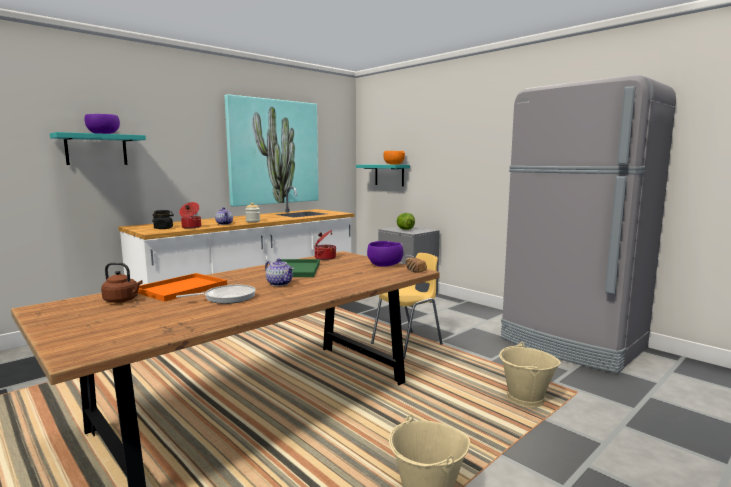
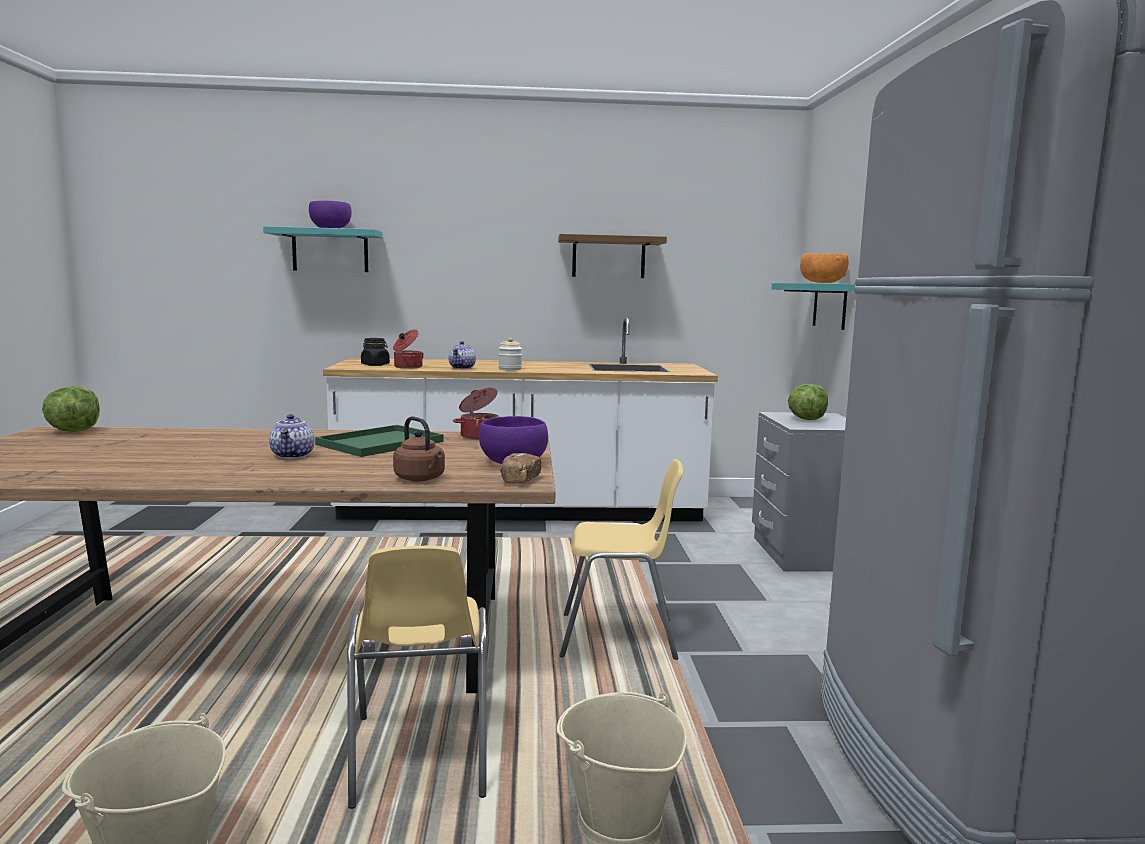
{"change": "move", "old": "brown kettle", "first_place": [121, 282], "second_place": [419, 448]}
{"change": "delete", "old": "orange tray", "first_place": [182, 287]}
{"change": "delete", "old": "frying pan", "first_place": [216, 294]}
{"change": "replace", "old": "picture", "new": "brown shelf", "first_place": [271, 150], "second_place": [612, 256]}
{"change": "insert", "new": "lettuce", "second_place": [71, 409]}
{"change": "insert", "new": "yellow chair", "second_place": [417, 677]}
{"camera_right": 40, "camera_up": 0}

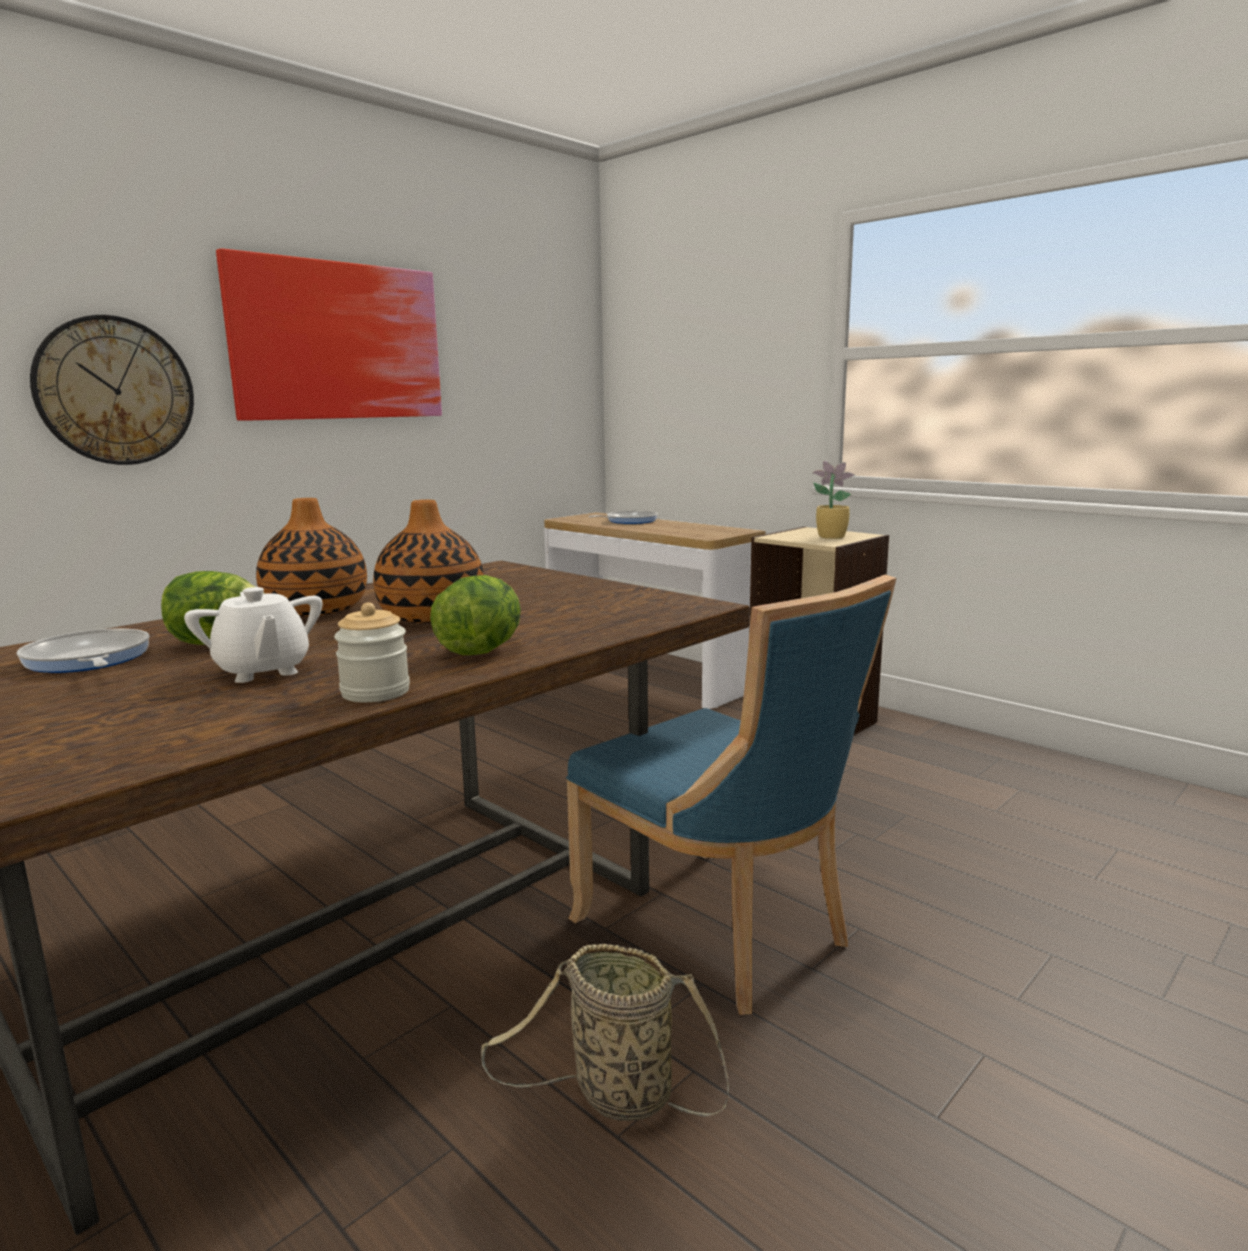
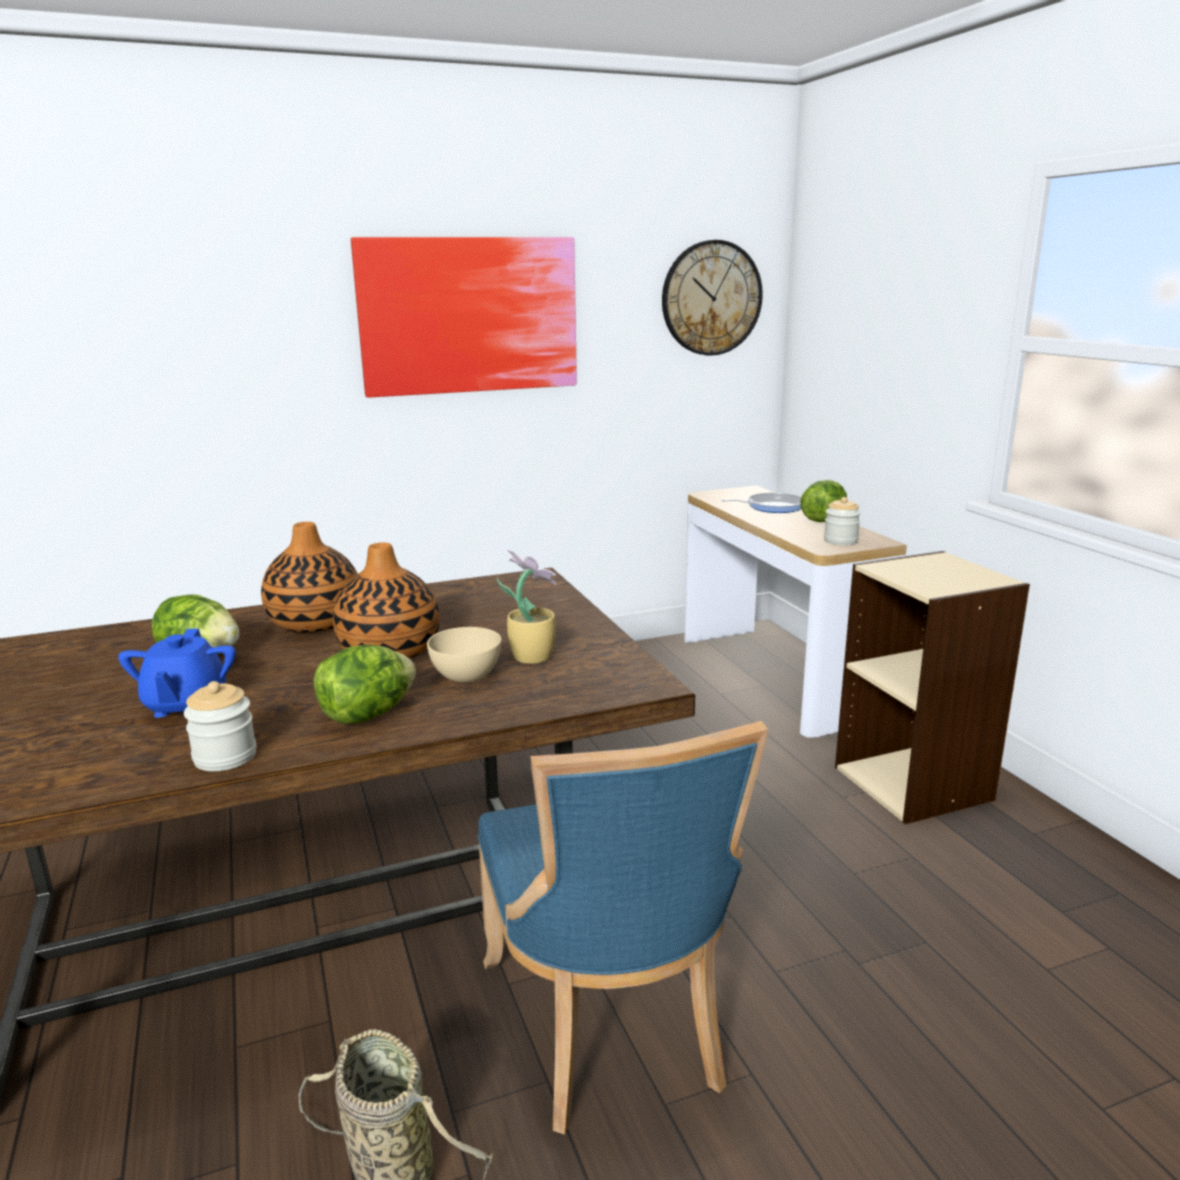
{"change": "delete", "old": "frying pan", "first_place": [83, 651]}
{"change": "move", "old": "wall clock", "first_place": [112, 390], "second_place": [712, 298]}
{"change": "recolor", "old": "white teapot", "new": "blue teapot", "first_place": [253, 635], "second_place": [177, 673]}
{"change": "move", "old": "potted plant", "first_place": [833, 500], "second_place": [527, 606]}
{"change": "insert", "new": "beige bowl", "second_place": [464, 655]}
{"change": "insert", "new": "lettuce", "second_place": [823, 501]}
{"change": "insert", "new": "jar", "second_place": [842, 521]}
{"camera_right": 25, "camera_up": 5}

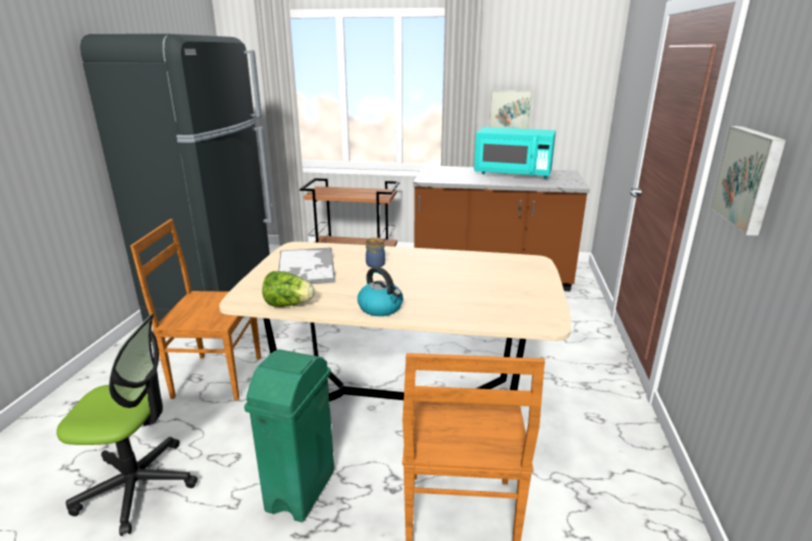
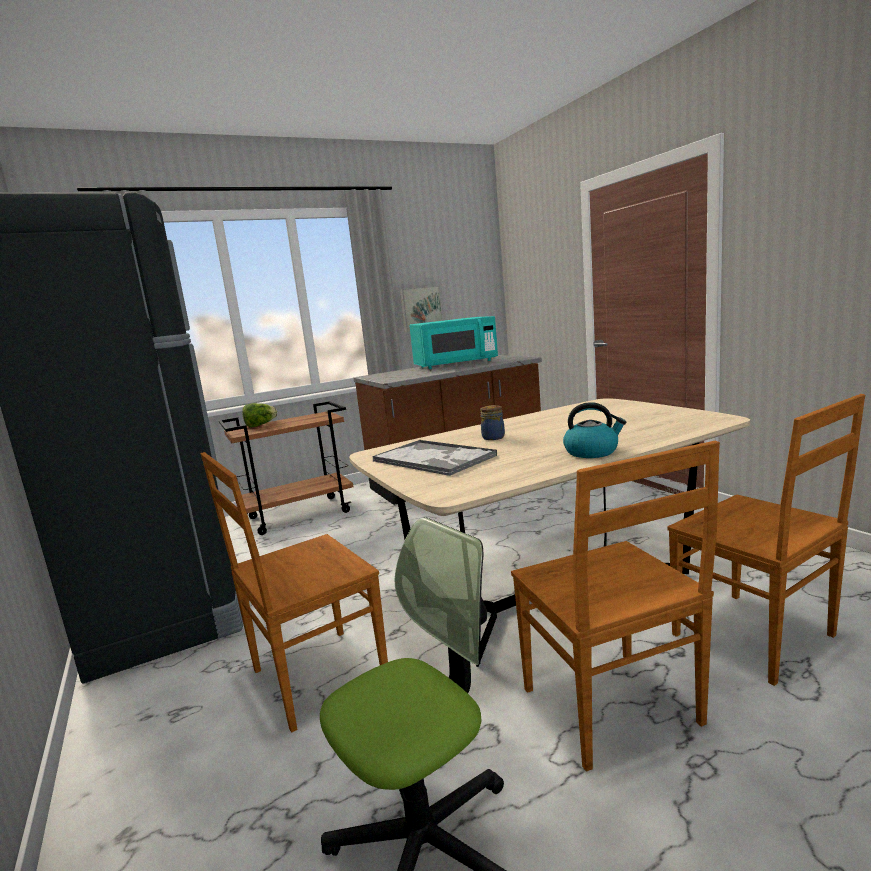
{"change": "replace", "old": "green trash can", "new": "brown chair", "first_place": [289, 435], "second_place": [615, 606]}
{"change": "move", "old": "lettuce", "first_place": [288, 289], "second_place": [259, 415]}
{"change": "delete", "old": "picture", "first_place": [748, 181]}
{"camera_right": -35, "camera_up": -10}

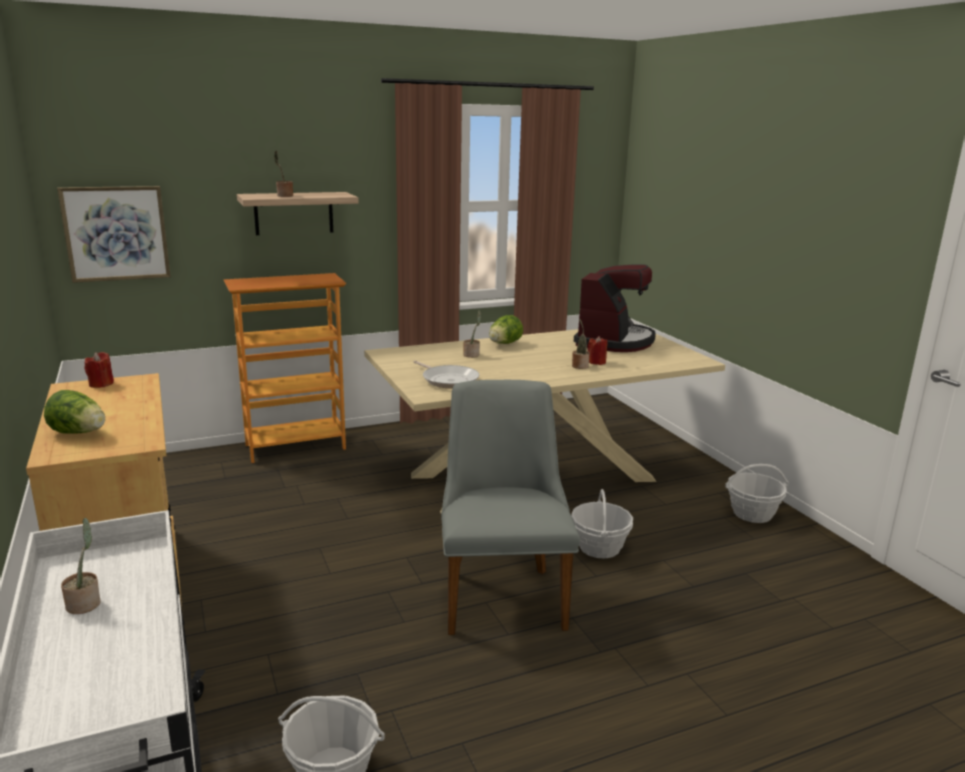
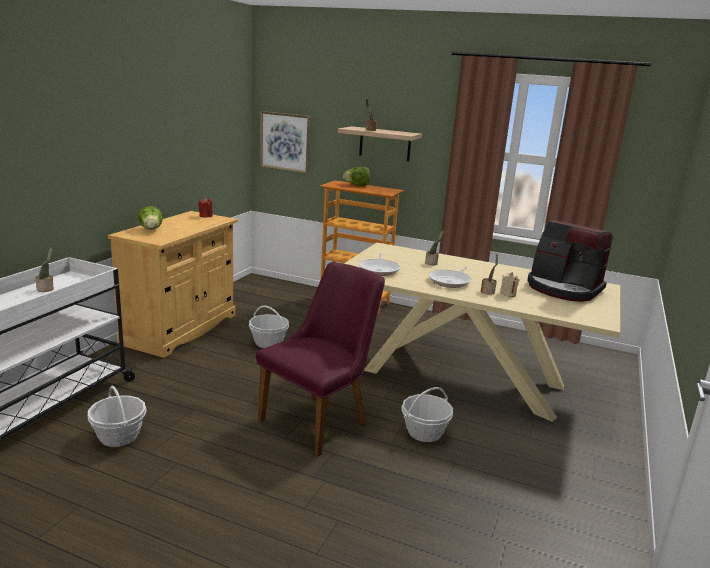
{"change": "recolor", "old": "grey chair", "new": "purple chair", "first_place": [510, 507], "second_place": [320, 359]}
{"change": "move", "old": "lettuce", "first_place": [506, 329], "second_place": [356, 176]}
{"change": "rotate", "old": "coffee machine", "first_place": [615, 308], "second_place": [570, 261], "degrees": 60}
{"change": "recolor", "old": "red candle", "new": "beige candle", "first_place": [598, 350], "second_place": [509, 284]}
{"change": "move", "old": "basket", "first_place": [757, 493], "second_place": [269, 327]}
{"change": "insert", "new": "frying pan", "second_place": [450, 277]}
{"camera_right": 45, "camera_up": 0}

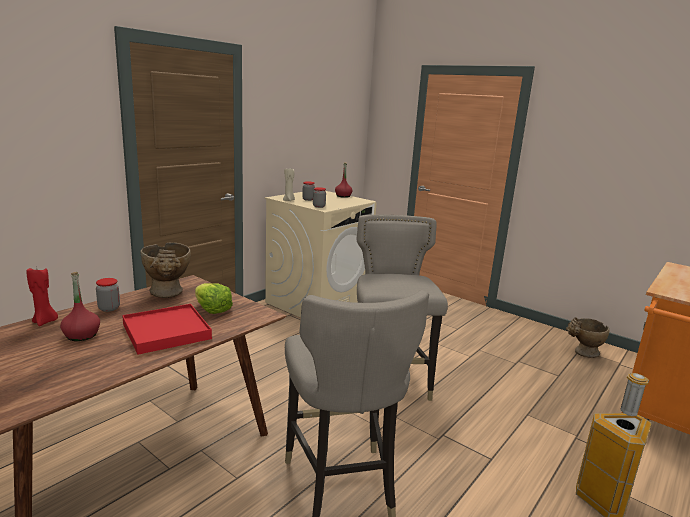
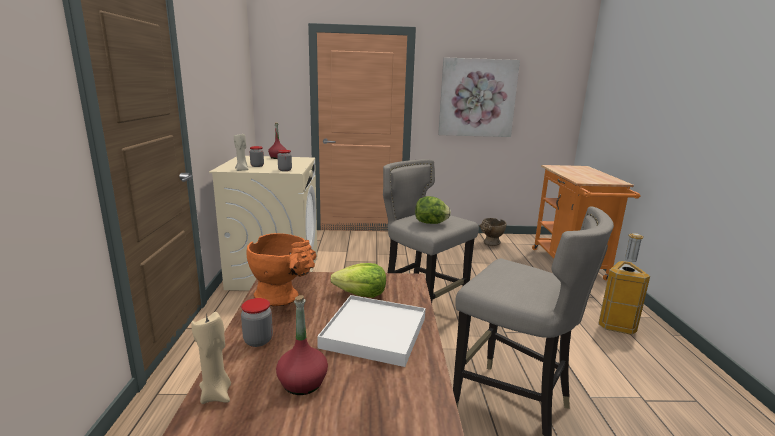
{"change": "recolor", "old": "red candle", "new": "beige candle", "first_place": [42, 296], "second_place": [211, 358]}
{"change": "recolor", "old": "red tray", "new": "white tray", "first_place": [167, 329], "second_place": [371, 331]}
{"change": "recolor", "old": "beige vase", "new": "orange vase", "first_place": [165, 270], "second_place": [281, 269]}
{"change": "insert", "new": "lettuce", "second_place": [433, 210]}
{"change": "insert", "new": "picture", "second_place": [479, 97]}
{"camera_right": -40, "camera_up": 0}

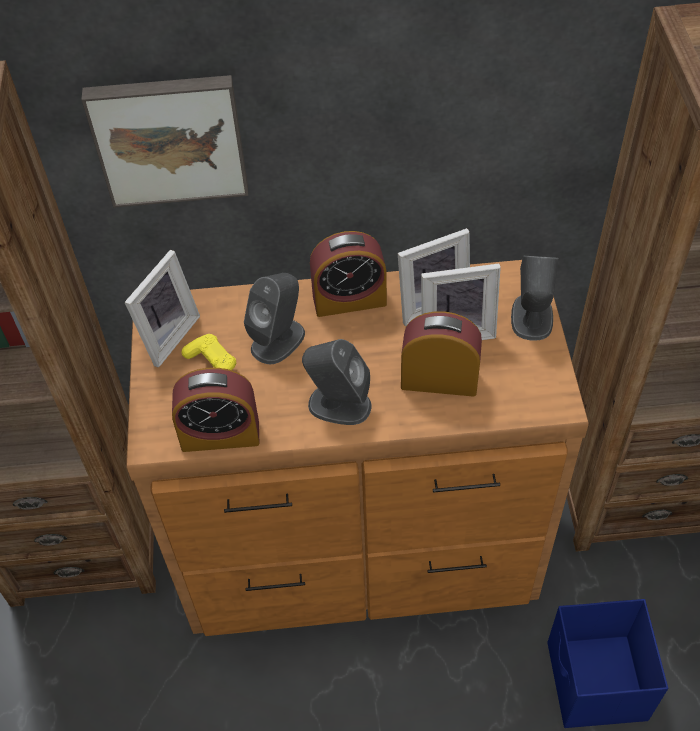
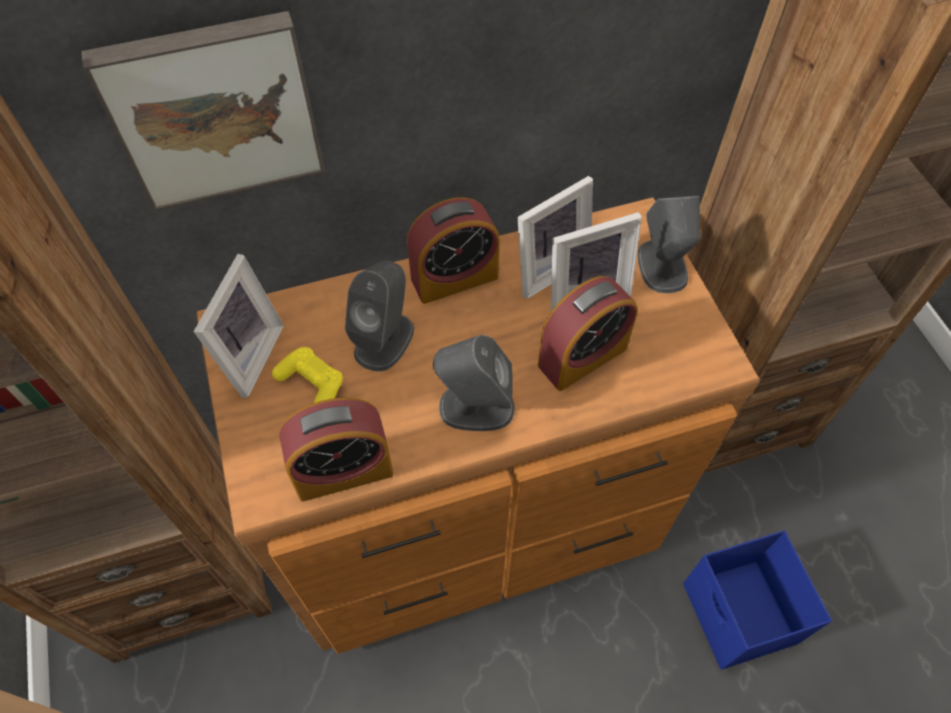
{"change": "rotate", "old": "alarm clock", "first_place": [441, 354], "second_place": [588, 333], "degrees": 150}
{"camera_right": -15, "camera_up": 5}

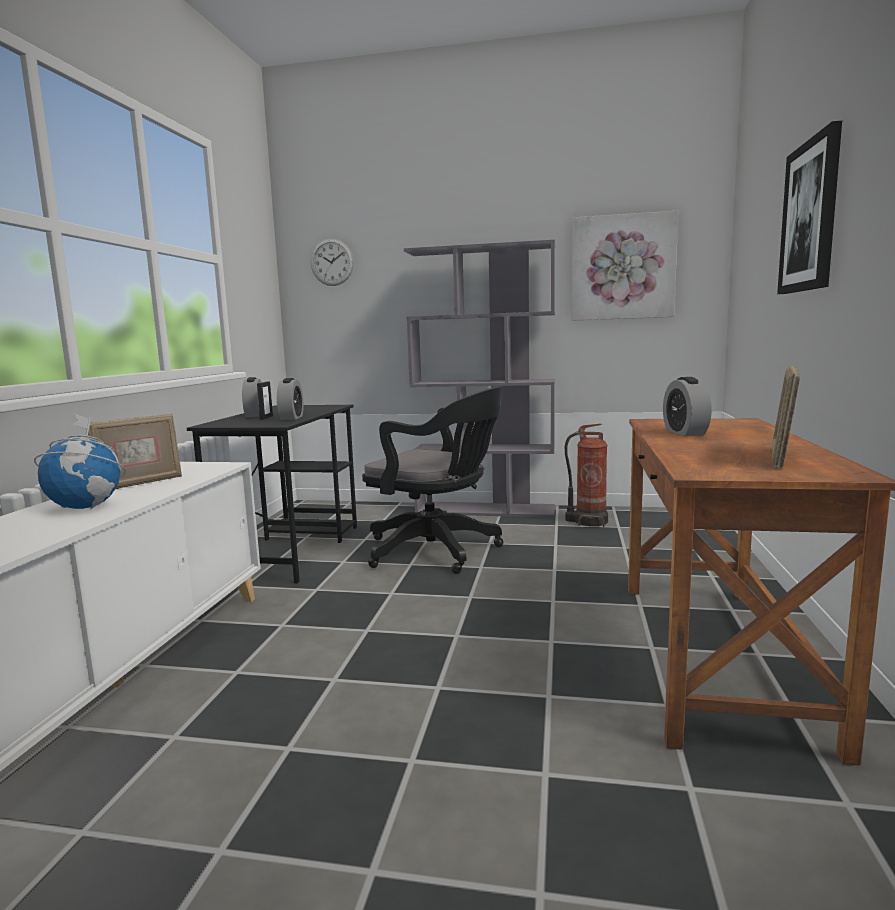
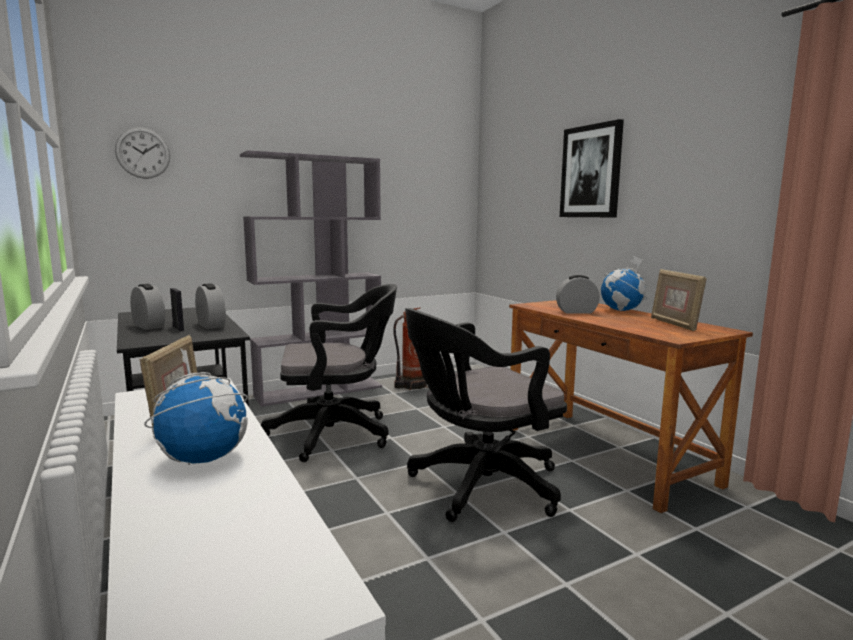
{"change": "delete", "old": "picture", "first_place": [625, 266]}
{"change": "rotate", "old": "alarm clock", "first_place": [687, 406], "second_place": [578, 294], "degrees": 135}
{"change": "insert", "new": "black office chair", "second_place": [486, 415]}
{"change": "insert", "new": "globe", "second_place": [624, 283]}
{"camera_right": -40, "camera_up": 0}

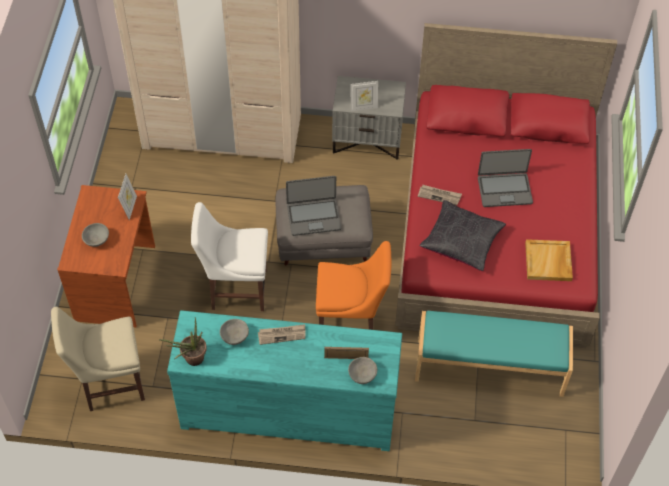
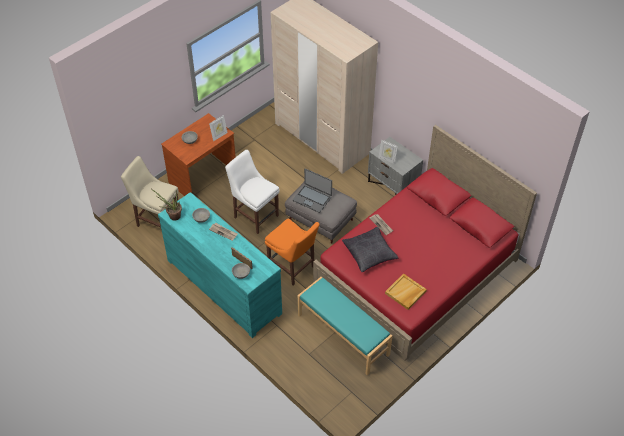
{"change": "delete", "old": "laptop", "first_place": [505, 178]}
{"camera_right": 40, "camera_up": -5}

